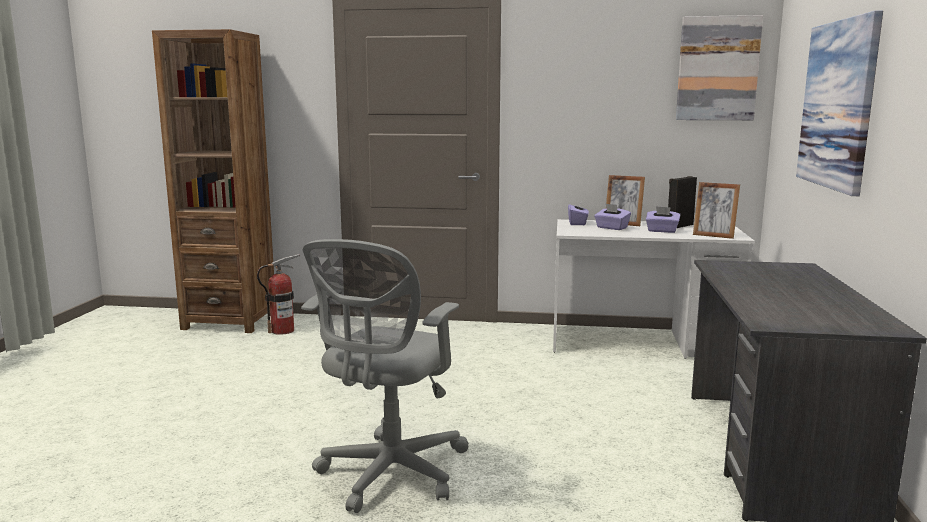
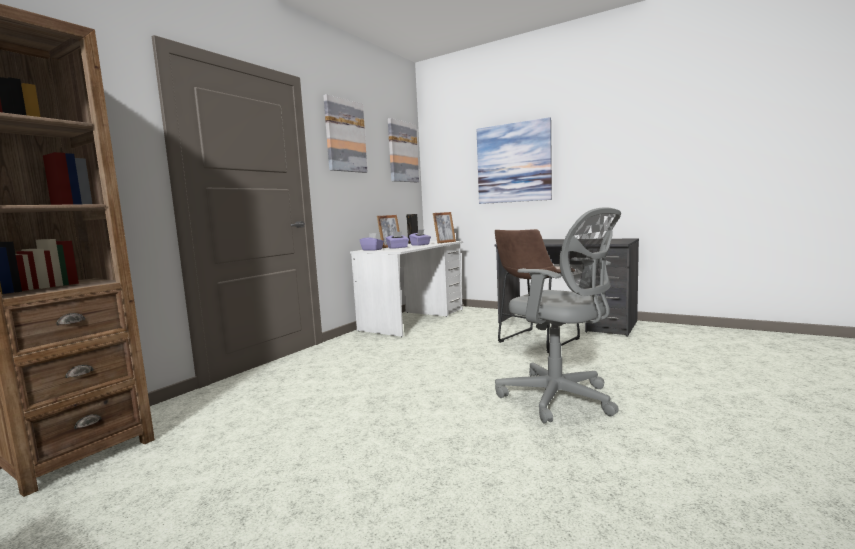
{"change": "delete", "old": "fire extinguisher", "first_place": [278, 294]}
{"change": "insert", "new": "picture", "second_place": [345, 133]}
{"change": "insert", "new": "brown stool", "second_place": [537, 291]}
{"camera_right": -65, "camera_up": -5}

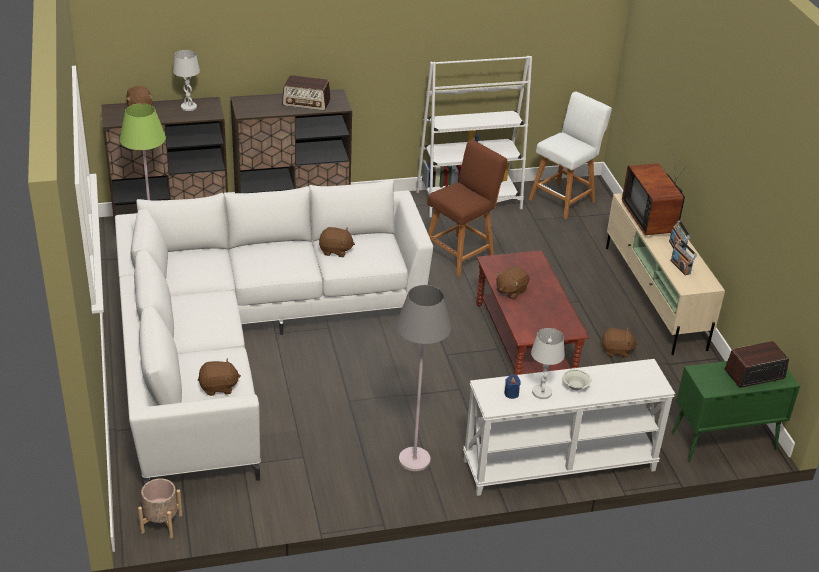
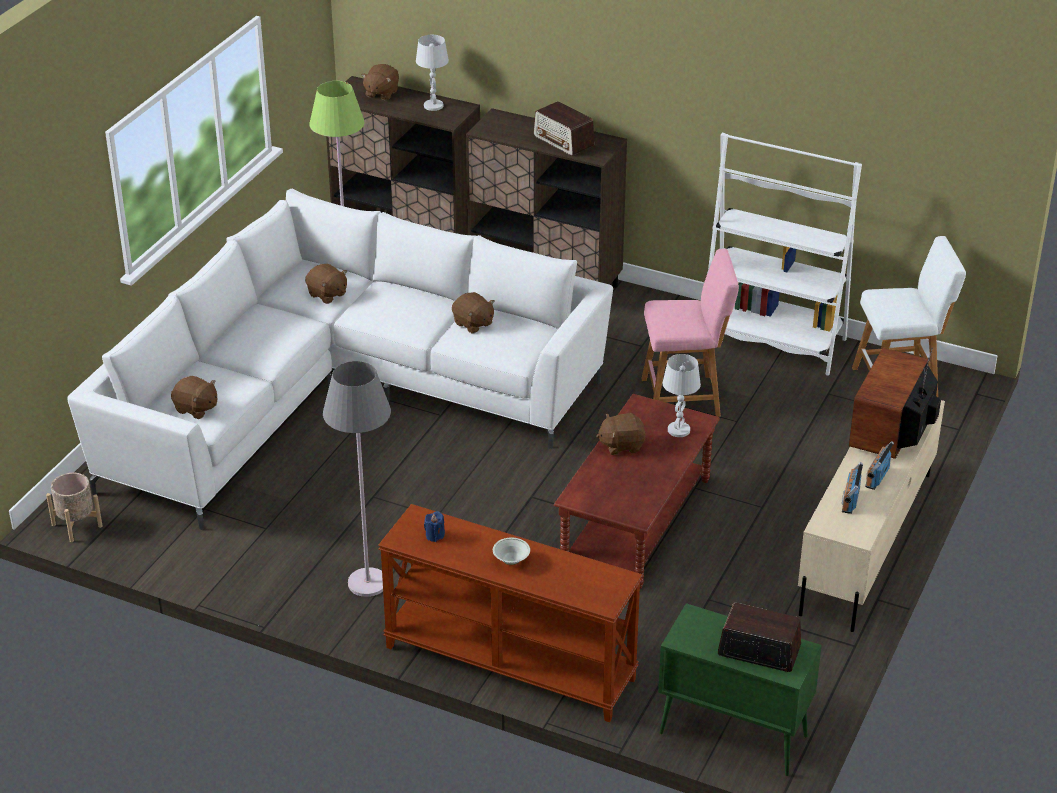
{"change": "recolor", "old": "brown stool", "new": "pink stool", "first_place": [467, 208], "second_place": [690, 333]}
{"change": "recolor", "old": "white console table", "new": "brown console table", "first_place": [569, 427], "second_place": [510, 613]}
{"change": "move", "old": "white table lamp", "first_place": [547, 363], "second_place": [682, 395]}
{"change": "move", "old": "brown plush toy", "first_place": [619, 343], "second_place": [326, 284]}
{"camera_right": 40, "camera_up": 0}

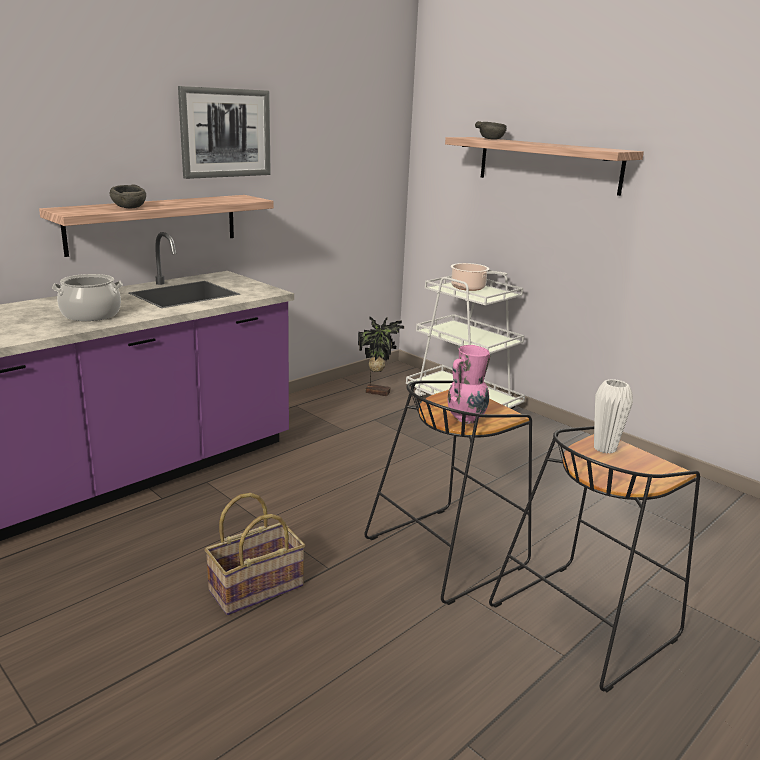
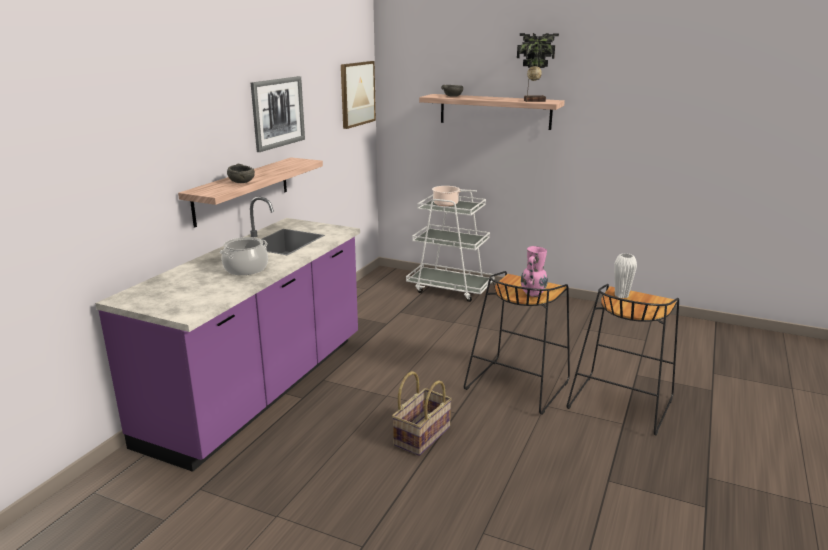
{"change": "move", "old": "potted plant", "first_place": [381, 356], "second_place": [538, 67]}
{"change": "insert", "new": "picture", "second_place": [358, 95]}
{"camera_right": -20, "camera_up": 0}

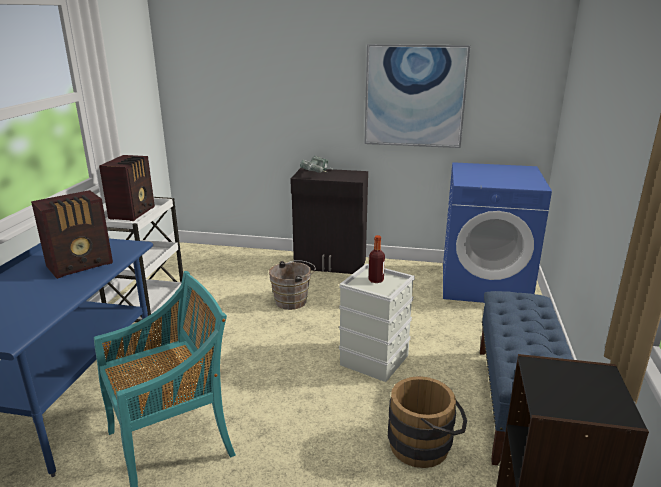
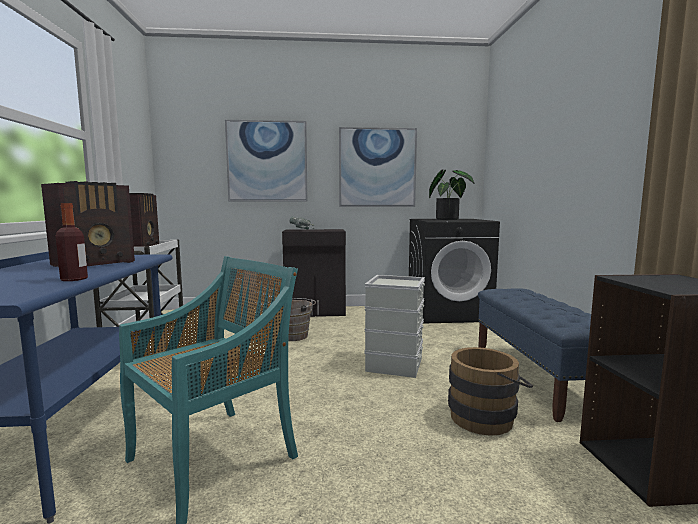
{"change": "move", "old": "bottle", "first_place": [377, 259], "second_place": [72, 242]}
{"change": "recolor", "old": "blue washing machine", "new": "black washing machine", "first_place": [497, 232], "second_place": [454, 271]}
{"change": "insert", "new": "picture", "second_place": [266, 160]}
{"change": "insert", "new": "potted plant", "second_place": [451, 194]}
{"camera_right": -15, "camera_up": -15}

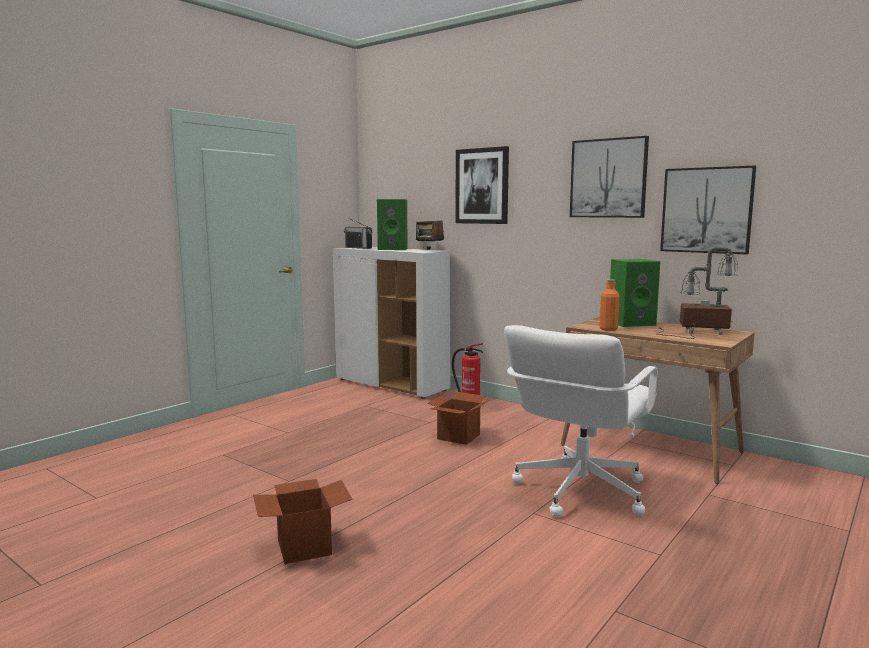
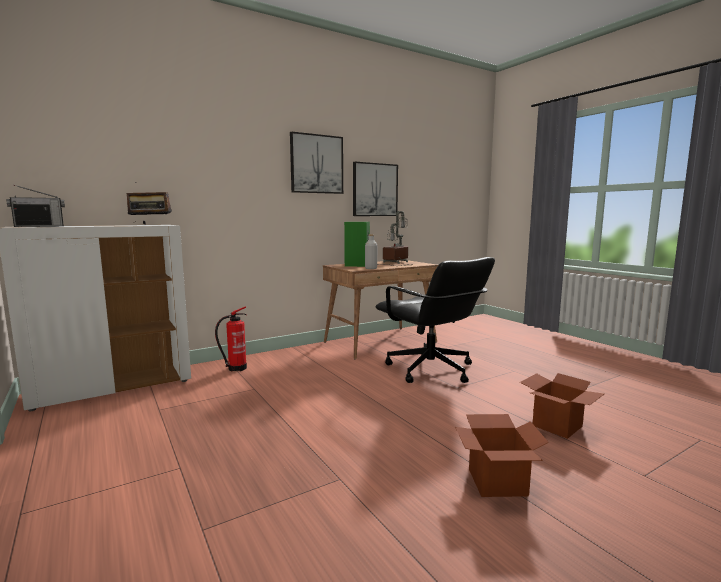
{"change": "delete", "old": "green speaker", "first_place": [392, 224]}
{"change": "move", "old": "cardboard box", "first_place": [458, 418], "second_place": [562, 406]}
{"change": "delete", "old": "picture", "first_place": [482, 185]}
{"change": "recolor", "old": "white office chair", "new": "black office chair", "first_place": [580, 421], "second_place": [435, 320]}
{"change": "recolor", "old": "orange bottle", "new": "grey bottle", "first_place": [609, 305], "second_place": [371, 251]}
{"camera_right": -70, "camera_up": 0}

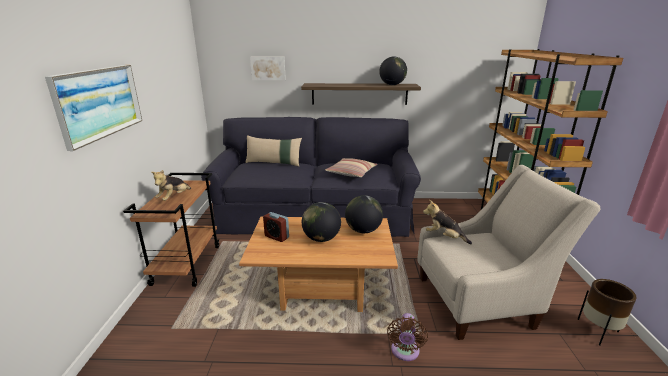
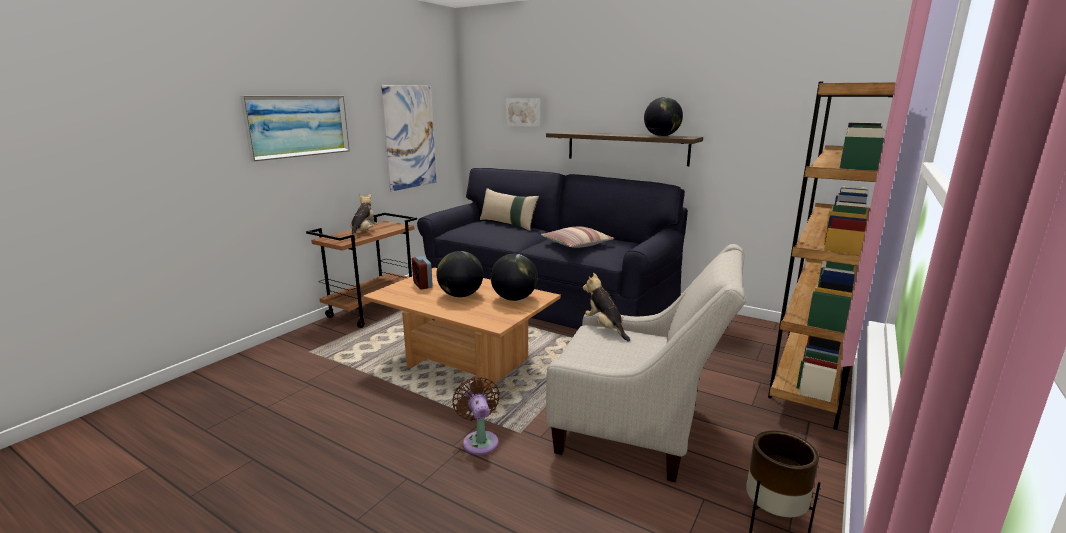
{"change": "rotate", "old": "plush toy", "first_place": [171, 185], "second_place": [364, 216], "degrees": 135}
{"change": "rotate", "old": "brown fan", "first_place": [407, 337], "second_place": [476, 416], "degrees": 120}
{"change": "insert", "new": "picture", "second_place": [408, 138]}
{"camera_right": 30, "camera_up": -5}

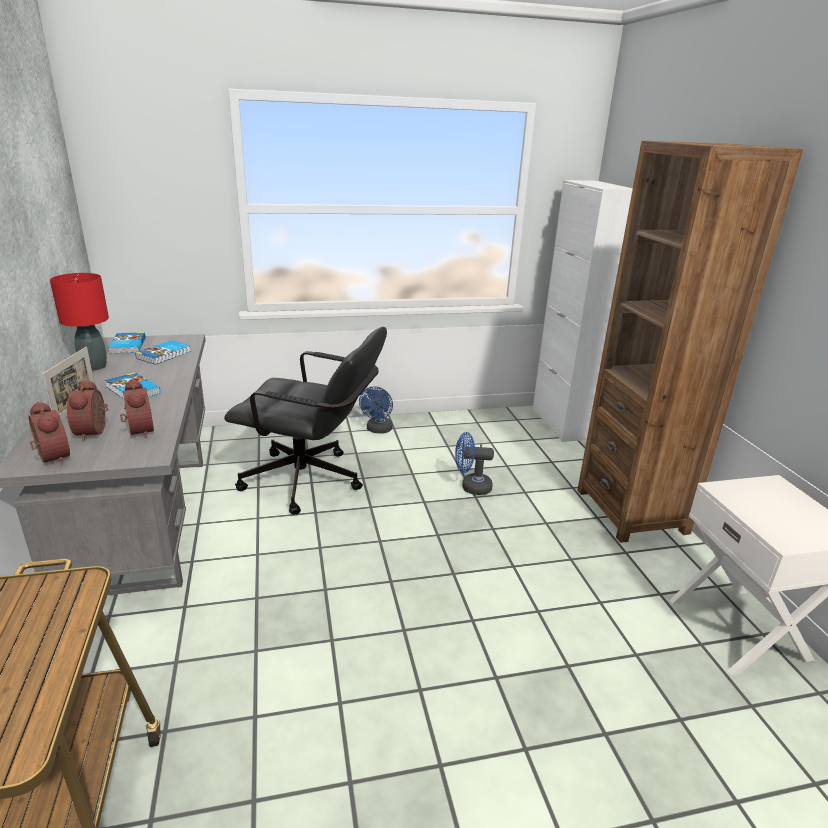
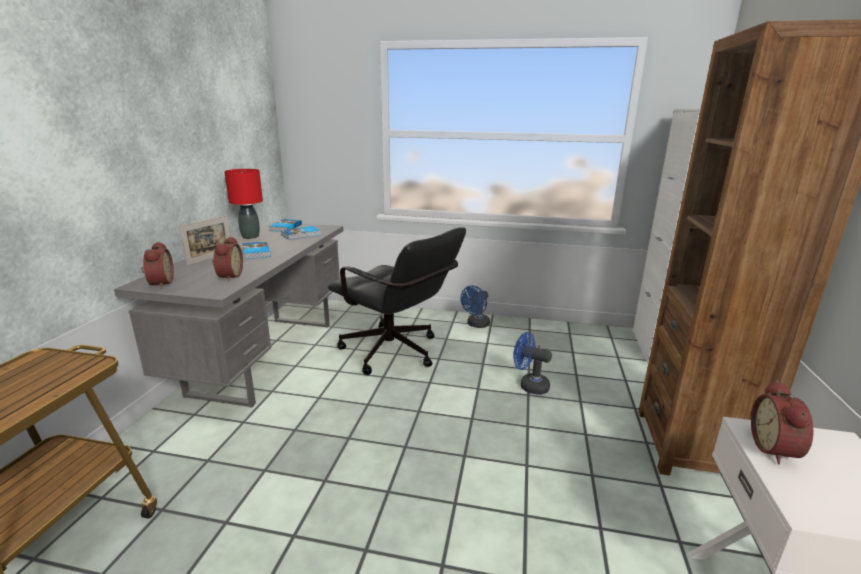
{"change": "move", "old": "alarm clock", "first_place": [87, 410], "second_place": [782, 422]}
{"camera_right": 25, "camera_up": -5}

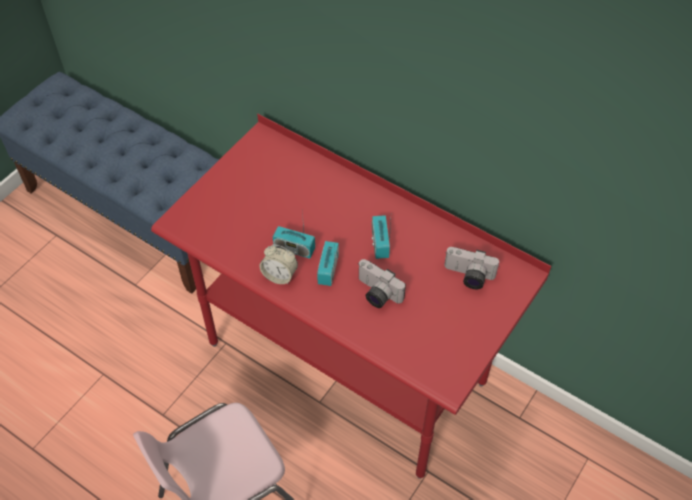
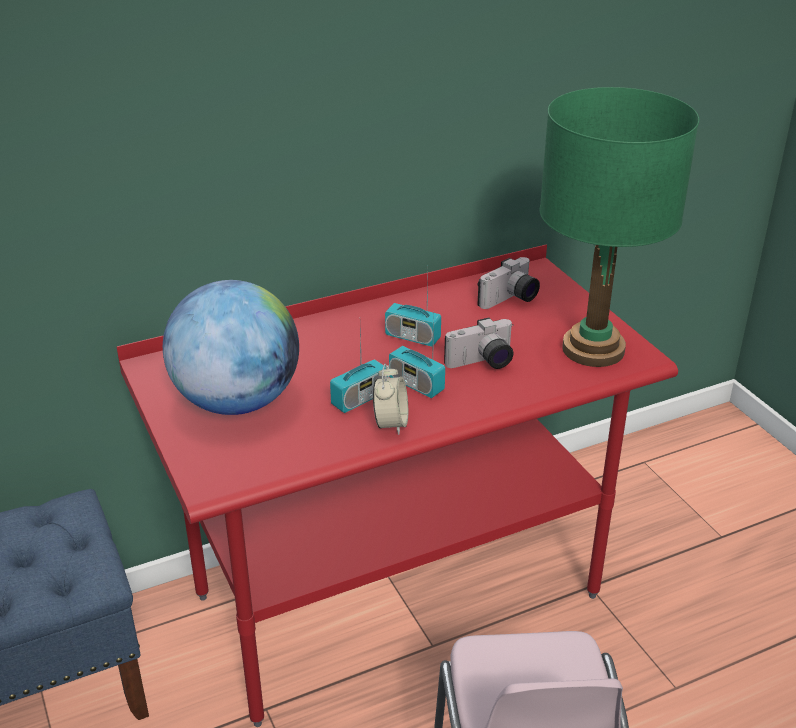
{"change": "rotate", "old": "alarm clock", "first_place": [279, 264], "second_place": [390, 399], "degrees": -45}
{"change": "insert", "new": "globe", "second_place": [231, 347]}
{"change": "insert", "new": "green table lamp", "second_place": [619, 227]}
{"camera_right": -60, "camera_up": -20}

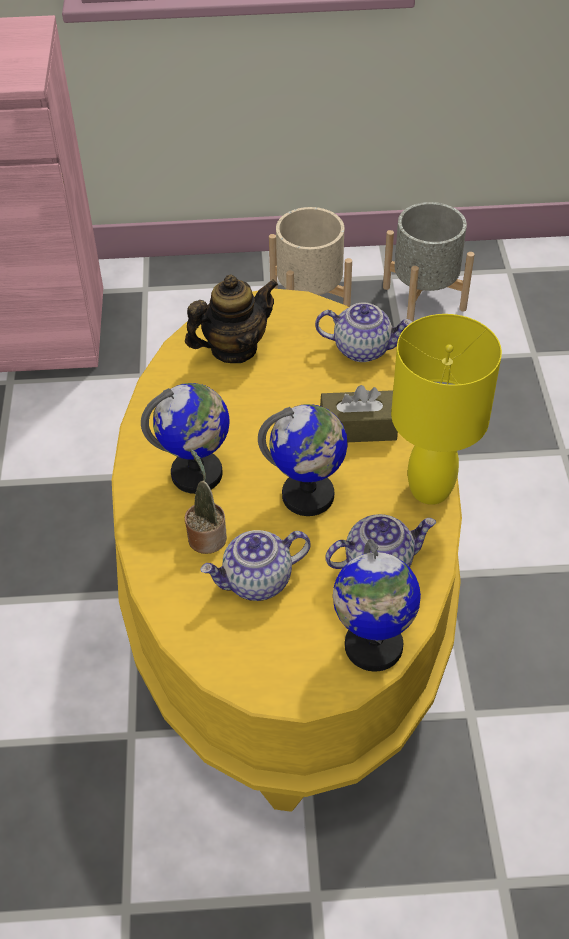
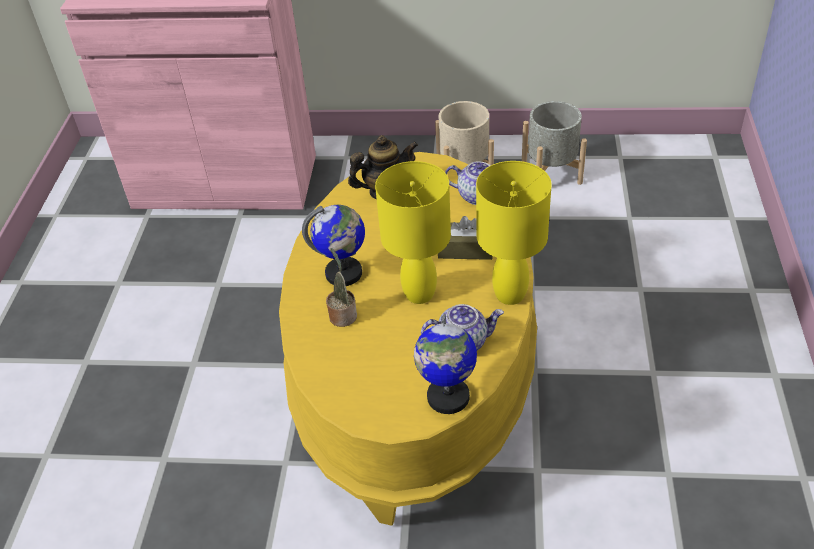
{"change": "delete", "old": "teapot", "first_place": [255, 565]}
{"change": "replace", "old": "globe", "new": "yellow table lamp", "first_place": [303, 460], "second_place": [413, 232]}
{"camera_right": 10, "camera_up": -5}

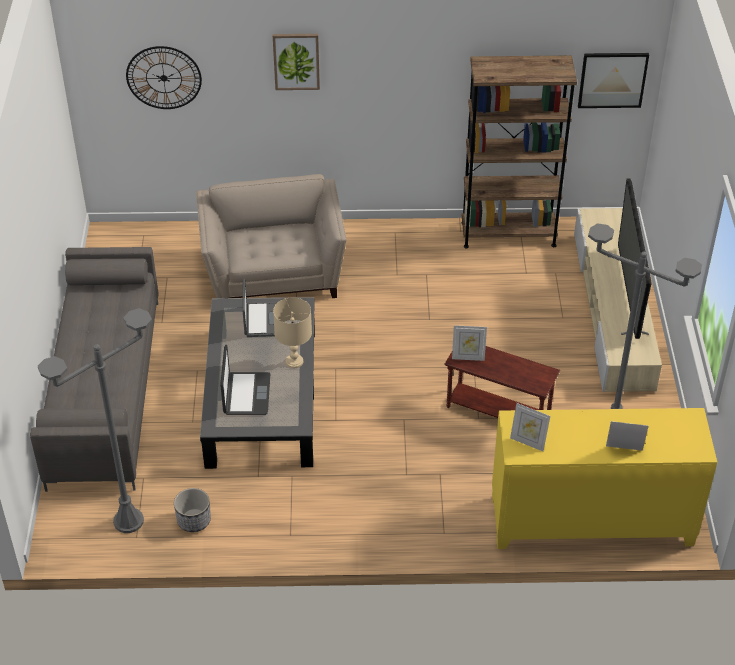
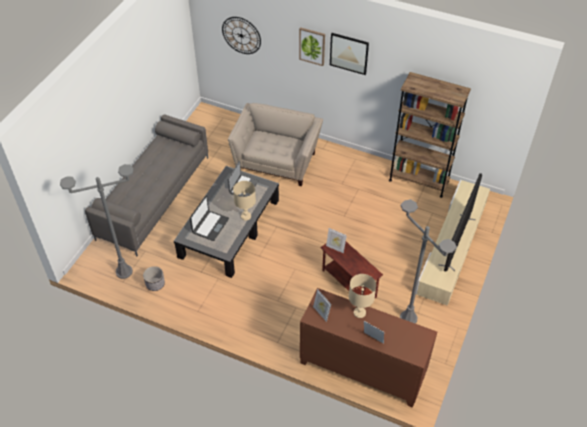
{"change": "recolor", "old": "yellow cabinet", "new": "brown cabinet", "first_place": [604, 478], "second_place": [368, 348]}
{"change": "move", "old": "picture", "first_place": [613, 80], "second_place": [349, 54]}
{"change": "insert", "new": "beige table lamp", "second_place": [362, 296]}
{"camera_right": 25, "camera_up": 5}

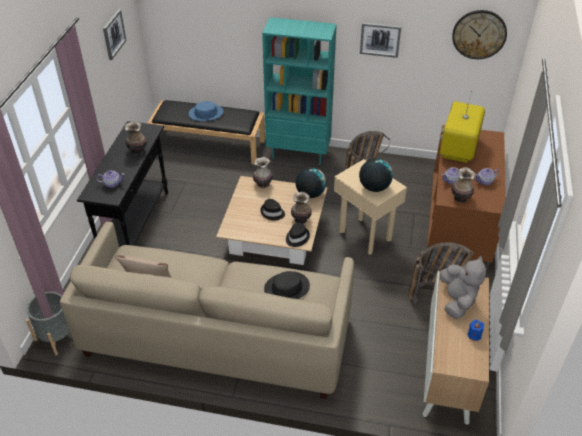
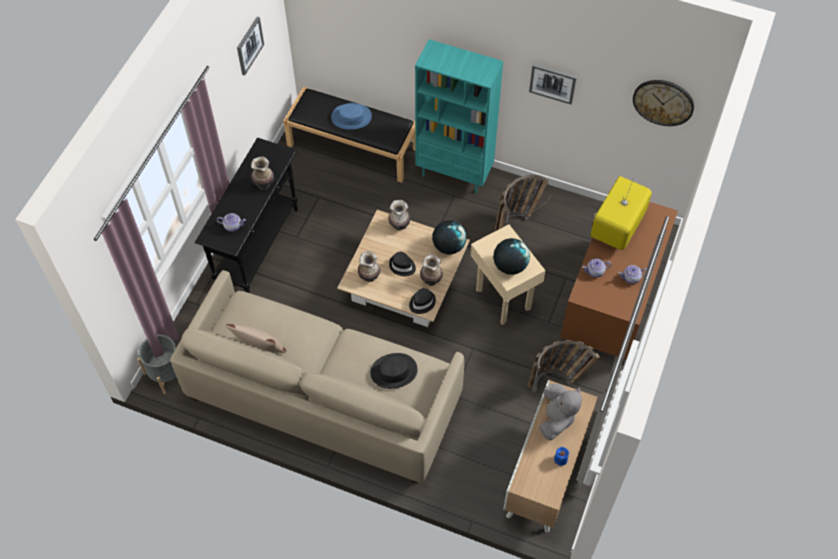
{"change": "move", "old": "vase", "first_place": [463, 184], "second_place": [369, 266]}
{"camera_right": 10, "camera_up": 15}

